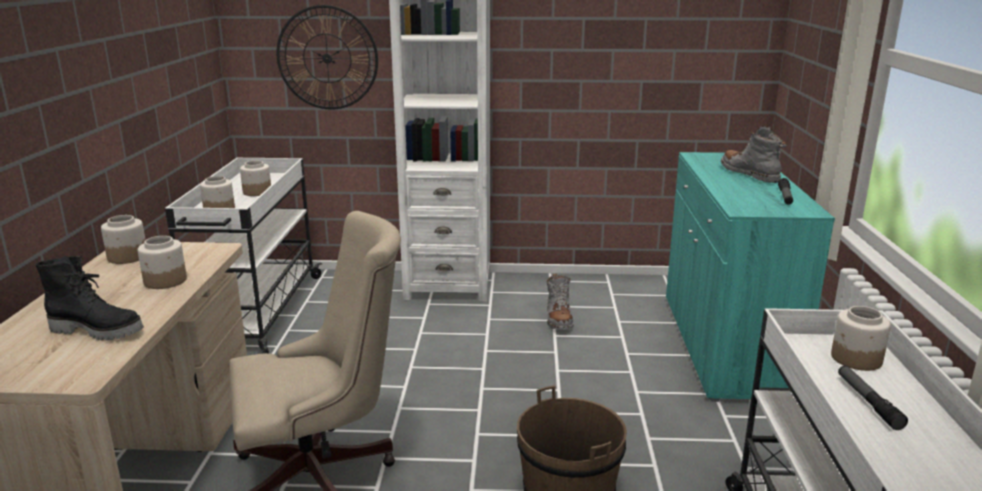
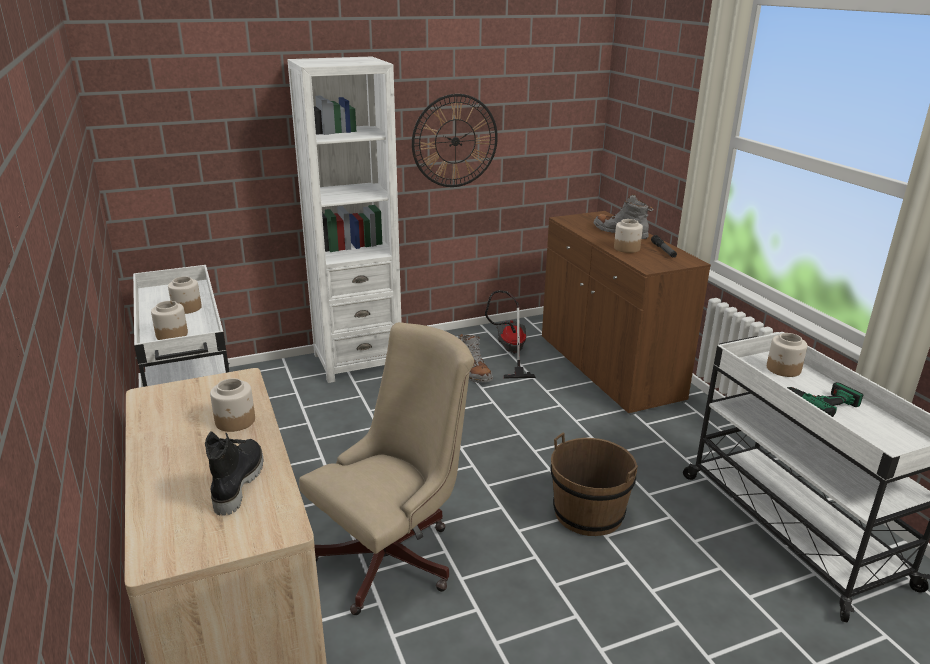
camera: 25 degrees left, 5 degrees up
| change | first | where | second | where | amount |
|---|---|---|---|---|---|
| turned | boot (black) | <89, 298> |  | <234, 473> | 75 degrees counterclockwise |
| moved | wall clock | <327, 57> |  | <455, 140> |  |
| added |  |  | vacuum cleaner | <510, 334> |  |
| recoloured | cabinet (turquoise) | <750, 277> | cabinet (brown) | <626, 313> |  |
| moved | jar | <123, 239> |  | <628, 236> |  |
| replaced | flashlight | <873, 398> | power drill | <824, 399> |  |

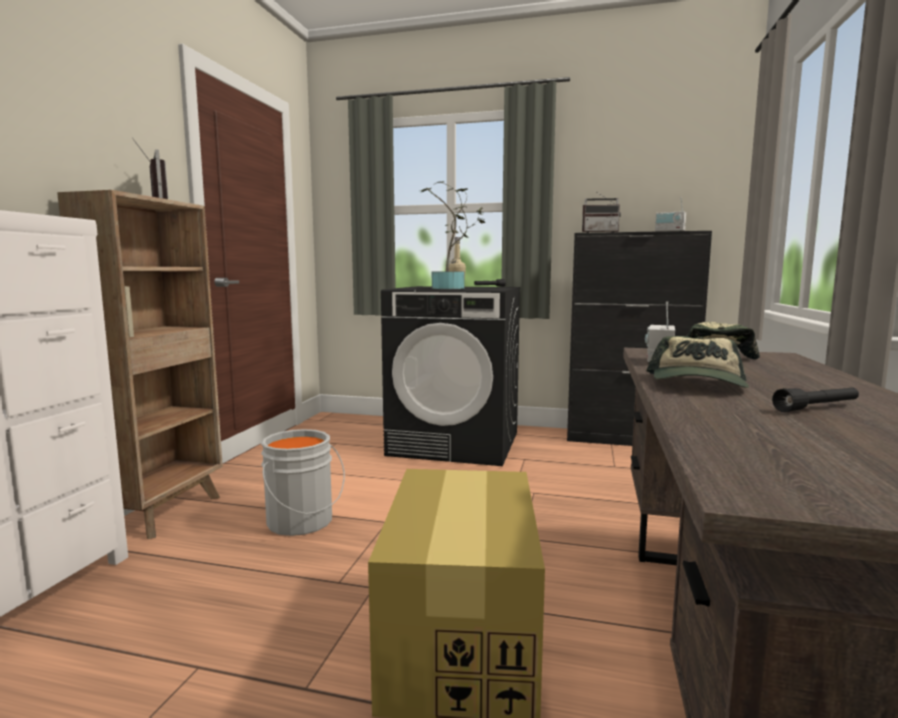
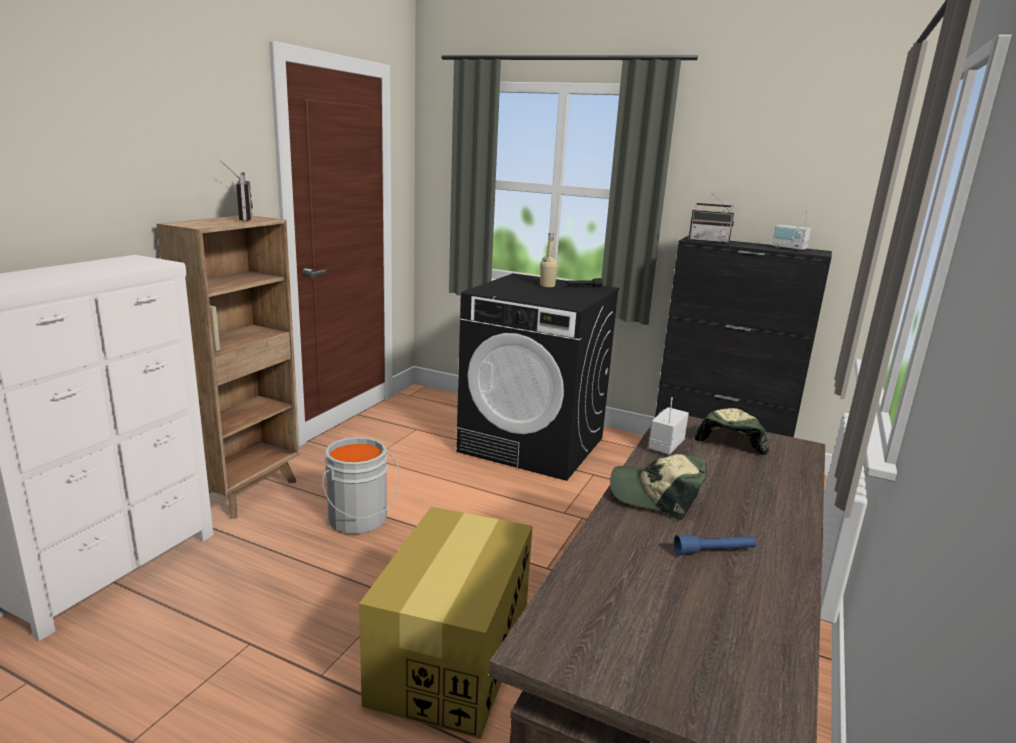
camera: 10 degrees right, 10 degrees up
| change | first | where | second | where | amount |
|---|---|---|---|---|---|
| turned | cap | <697, 362> |  | <658, 487> | 75 degrees clockwise |
| recoloured | flashlight (black) | <815, 400> | flashlight (blue) | <715, 545> |  |
| removed | potted plant | <452, 235> |  |  |  |

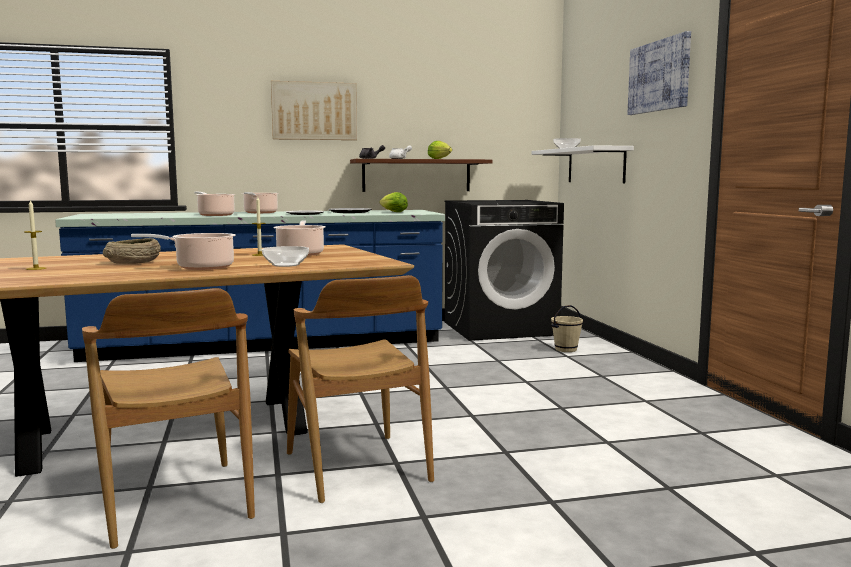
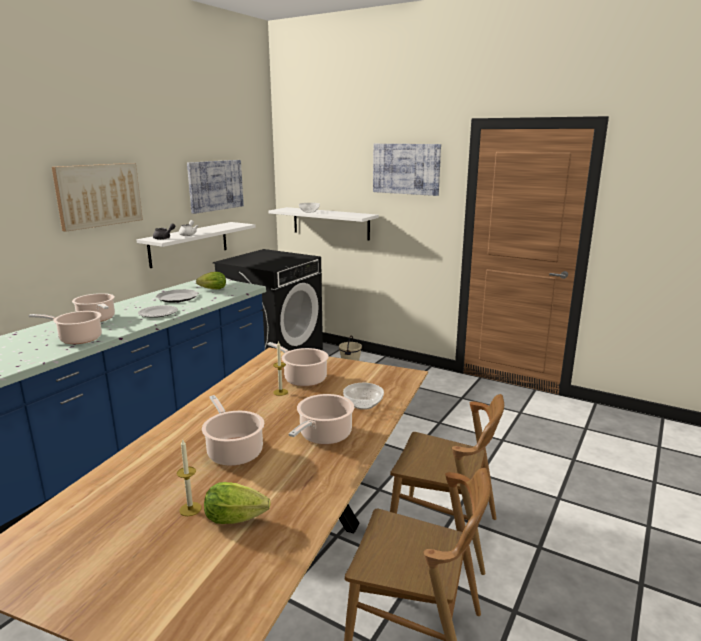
camera: 45 degrees left, 10 degrees up
| change | first | where | second | where | amount |
|---|---|---|---|---|---|
| recoloured | shelf (brown) | <421, 175> | shelf (white) | <196, 245> |  |
| added |  |  | picture | <215, 187> |  |
| replaced | bowl (beige) | <132, 251> | cooking pot | <233, 430> |  |
| moved | lettuce | <440, 150> |  | <237, 503> |  |

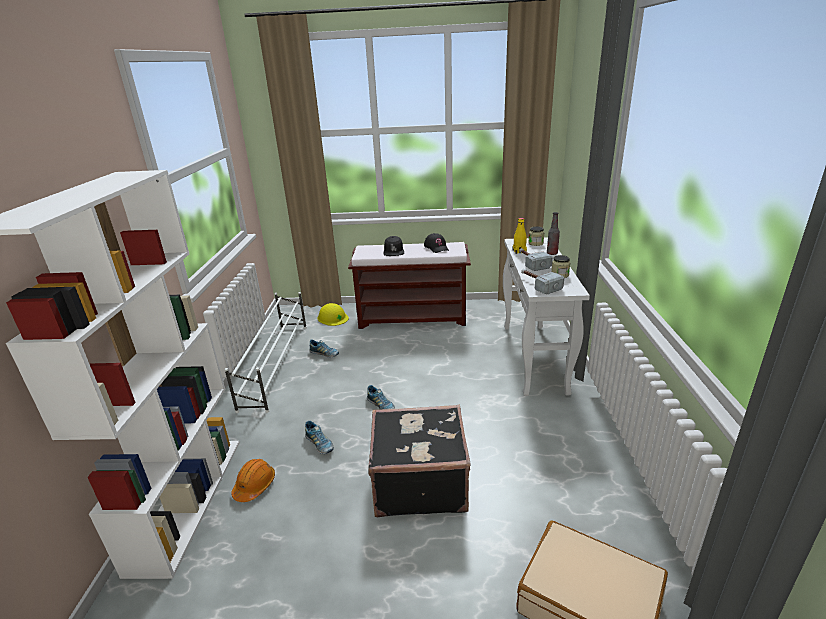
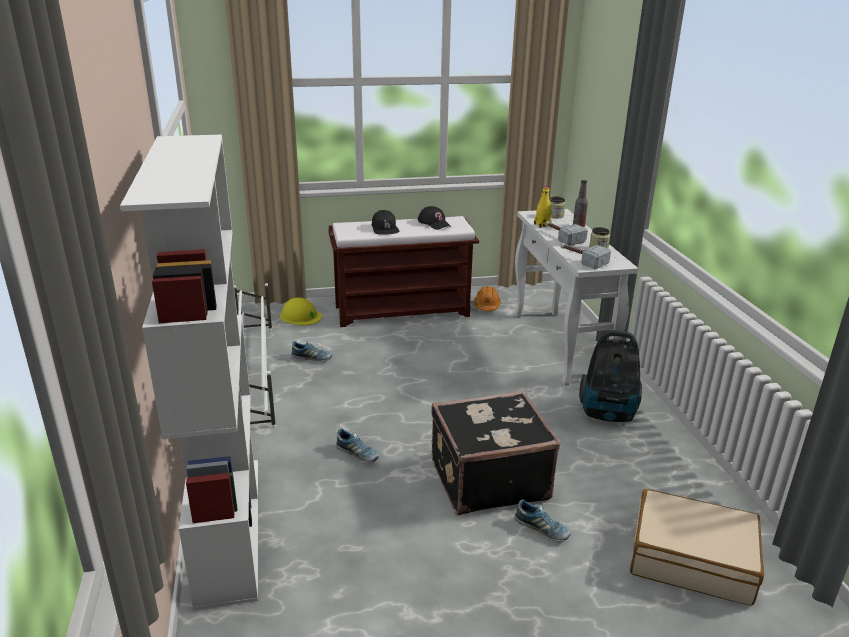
camera: 15 degrees left, 0 degrees up
| change | first | where | second | where | amount |
|---|---|---|---|---|---|
| moved | hard hat (orange) | <253, 480> |  | <487, 298> |  |
| moved | shoe | <381, 397> |  | <543, 520> |  |
| added |  |  | vacuum cleaner | <610, 376> |  |

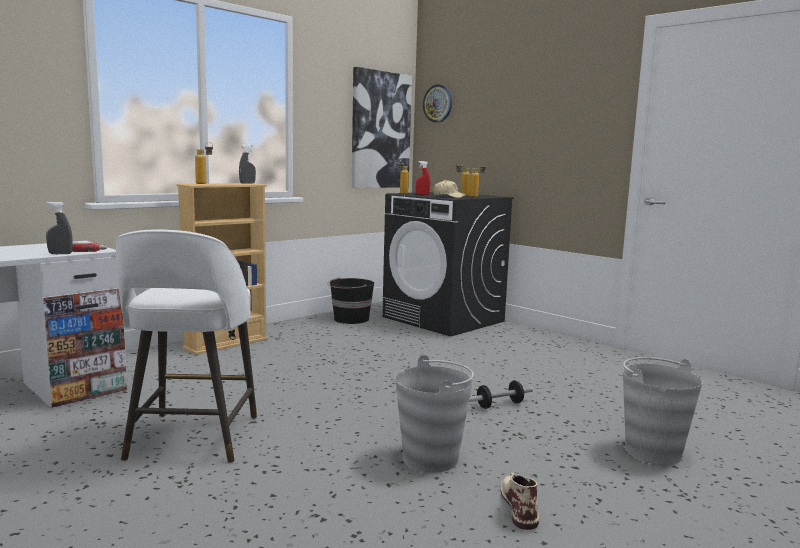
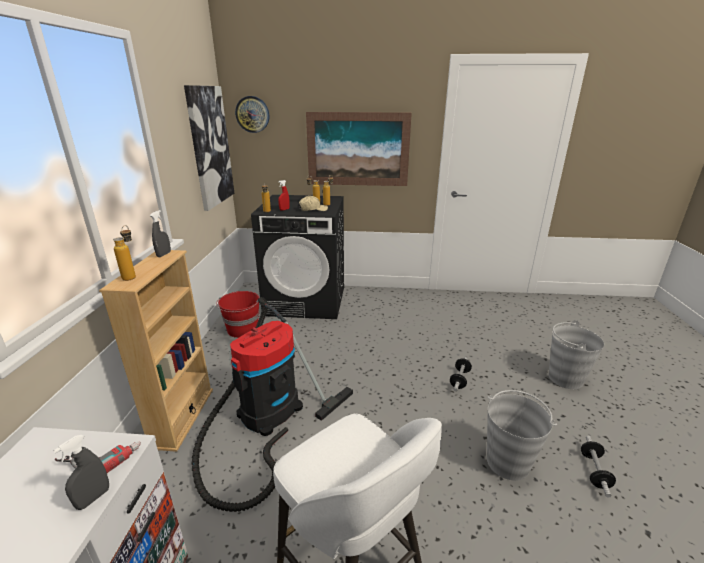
camera: 40 degrees left, 15 degrees up
| change | first | where | second | where | amount |
|---|---|---|---|---|---|
| added |  |  | vacuum cleaner | <272, 404> |  |
| recoloured | bucket (black) | <351, 300> | bucket (red) | <237, 314> |  |
| added |  |  | picture | <359, 149> |  |
| replaced | boot (beige) | <519, 501> | dumbbell | <598, 467> |  |

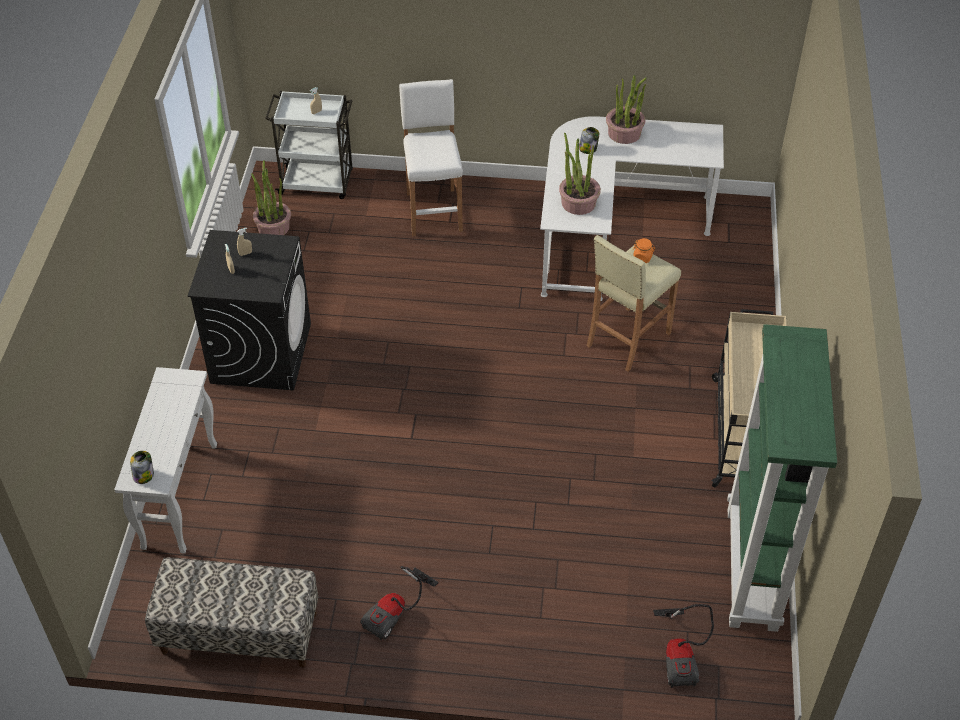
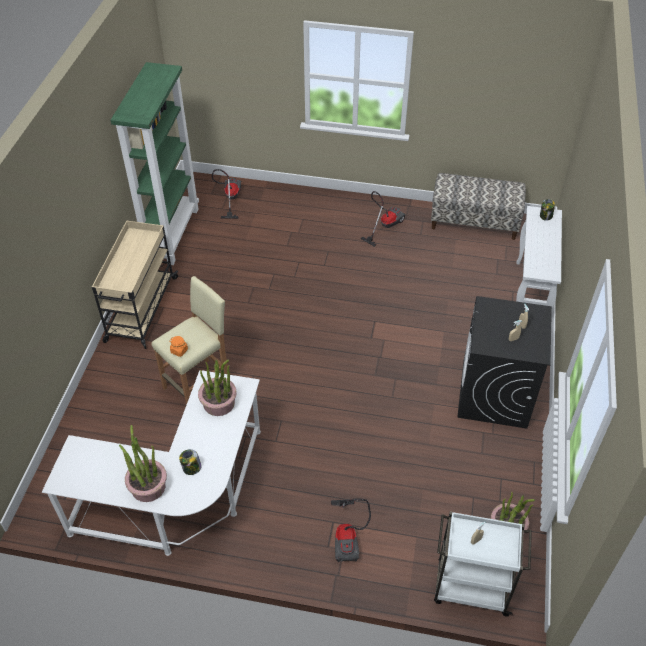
camera: 175 degrees left, 0 degrees up
| change | first | where | second | where | amount |
|---|---|---|---|---|---|
| replaced | stool (white) | <431, 157> | vacuum cleaner | <351, 530> |  |

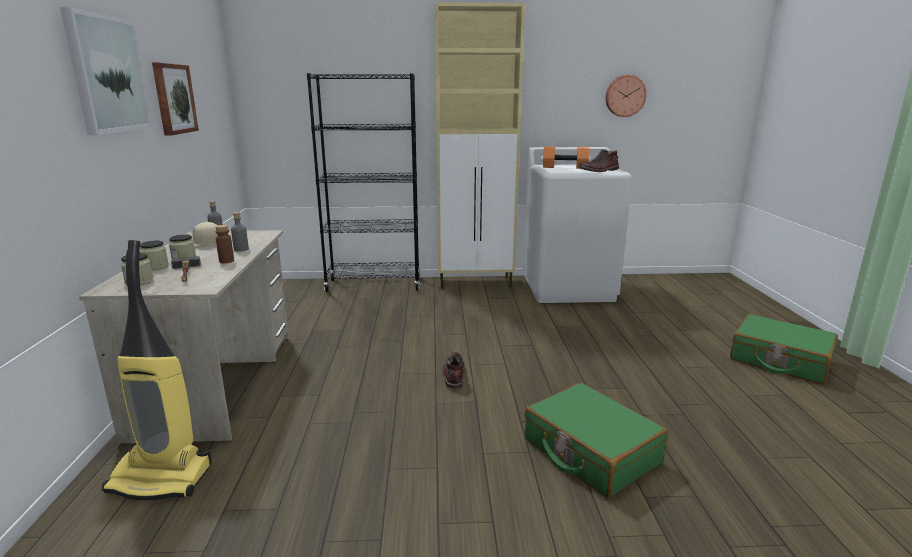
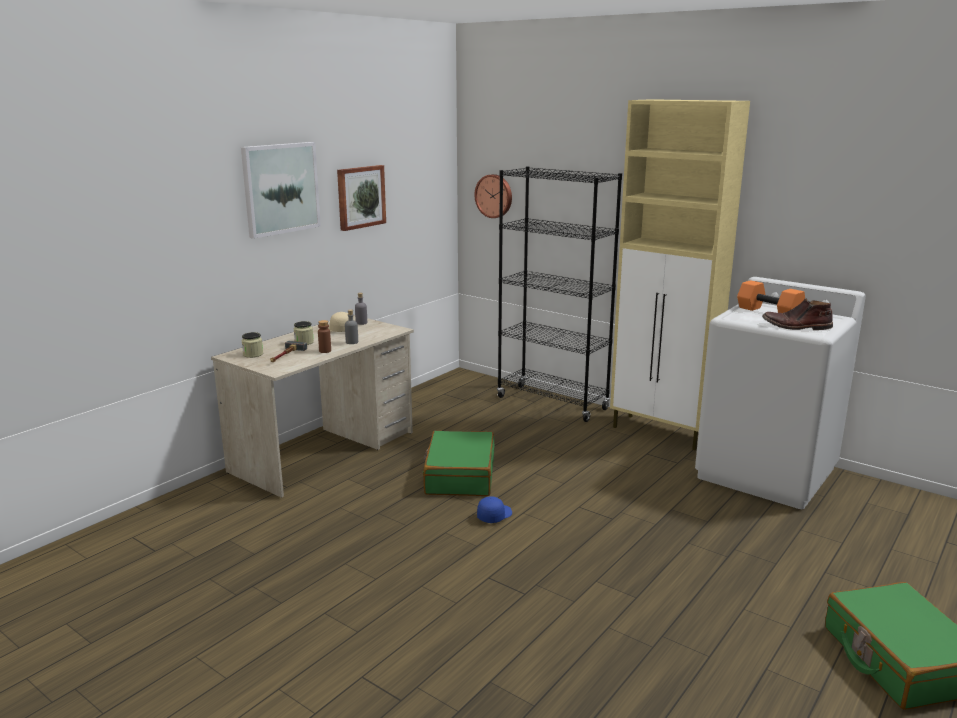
camera: 40 degrees right, 0 degrees up
| change | first | where | second | where | amount |
|---|---|---|---|---|---|
| moved | suitcase (green) | <596, 440> |  | <459, 463> |  |
| moved | wall clock | <626, 96> |  | <493, 196> |  |
| replaced | boot (brown) | <453, 370> | cap (blue) | <494, 509> |  |
| removed | vacuum cleaner | <157, 370> |  |  |  |
| removed | jar | <154, 255> |  |  |  |

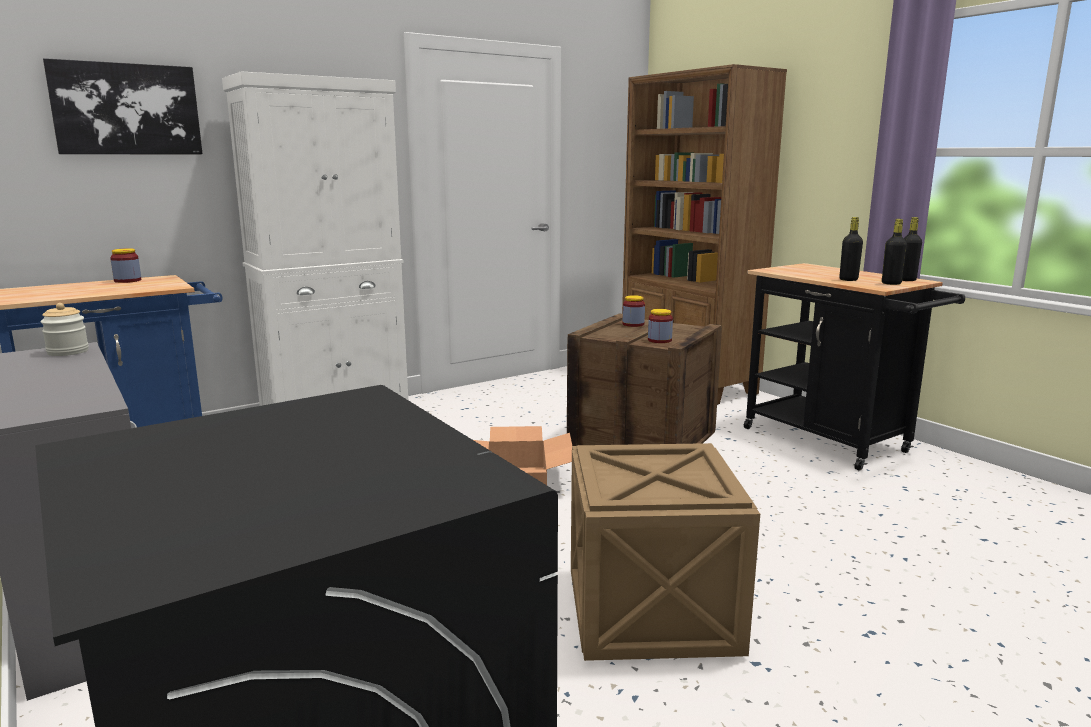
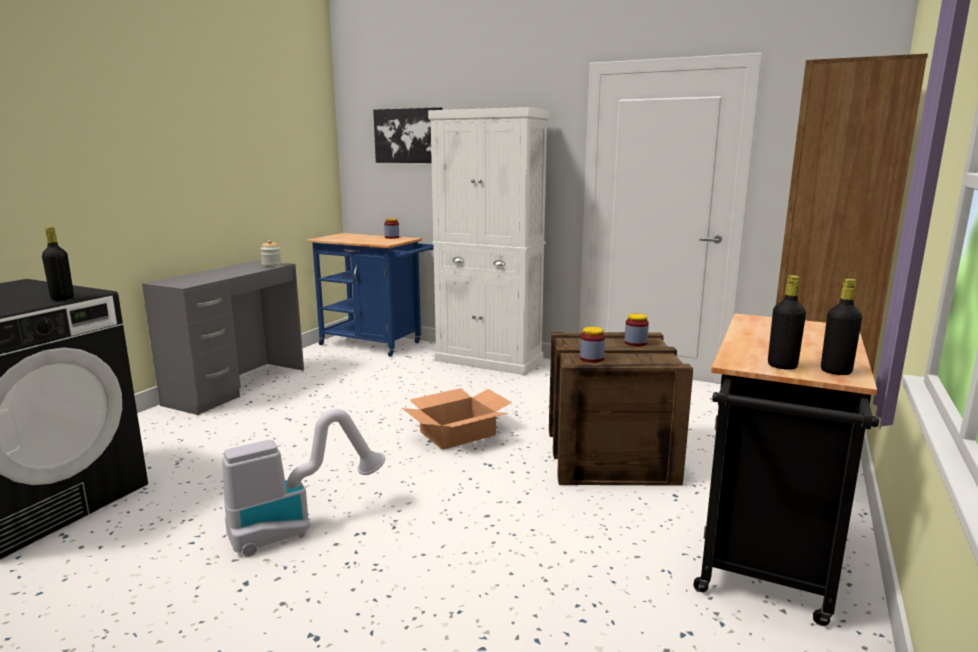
camera: 60 degrees right, 0 degrees up
| change | first | where | second | where | amount |
|---|---|---|---|---|---|
| moved | bottle (black) | <851, 249> |  | <58, 263> |  |
| replaced | crate | <665, 552> | vacuum cleaner | <303, 483> |  |

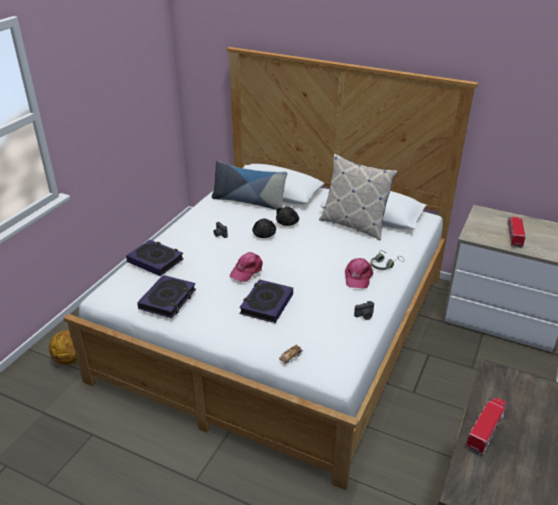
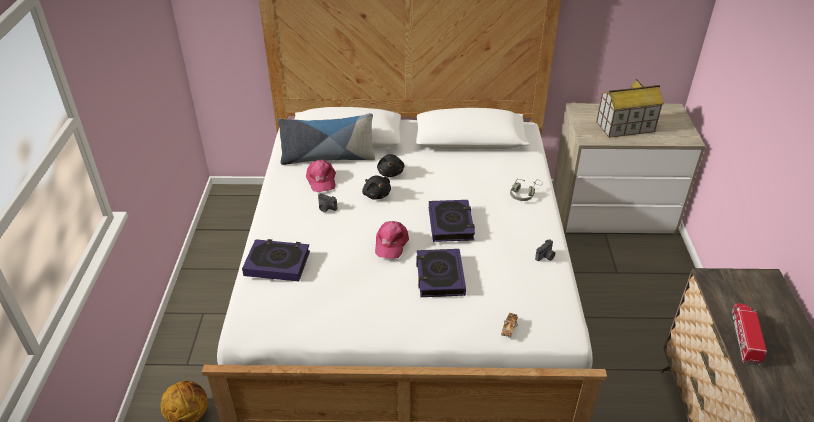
camera: 25 degrees left, 5 degrees up
| change | first | where | second | where | amount |
|---|---|---|---|---|---|
| moved | cap (pink) | <359, 273> |  | <321, 176> |  |
| moved | book | <166, 296> |  | <452, 221> |  |
| replaced | toy truck | <517, 232> | toy house | <630, 108> |  |
| removed | pillow | <358, 197> |  |  |  |

